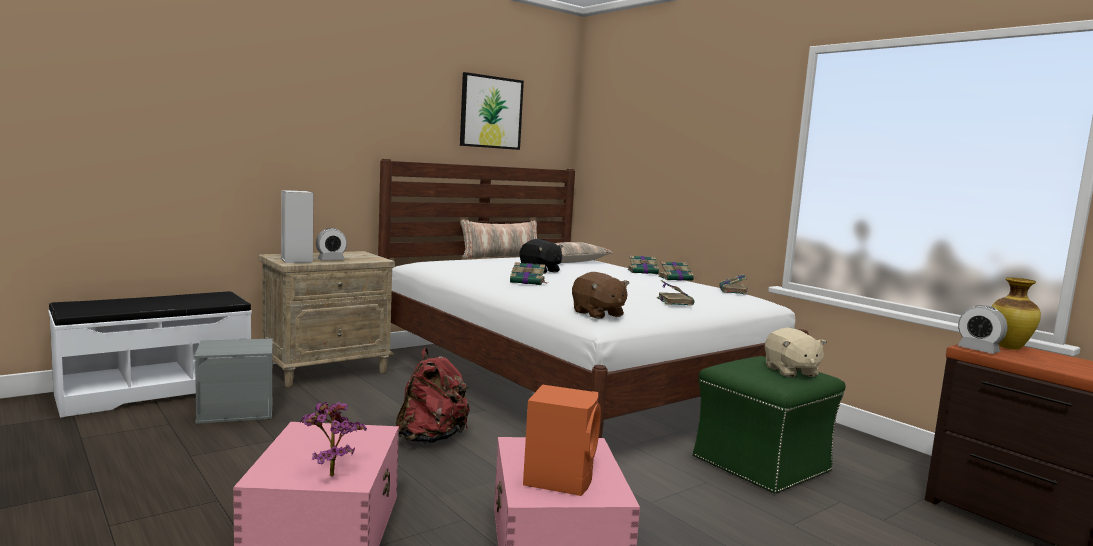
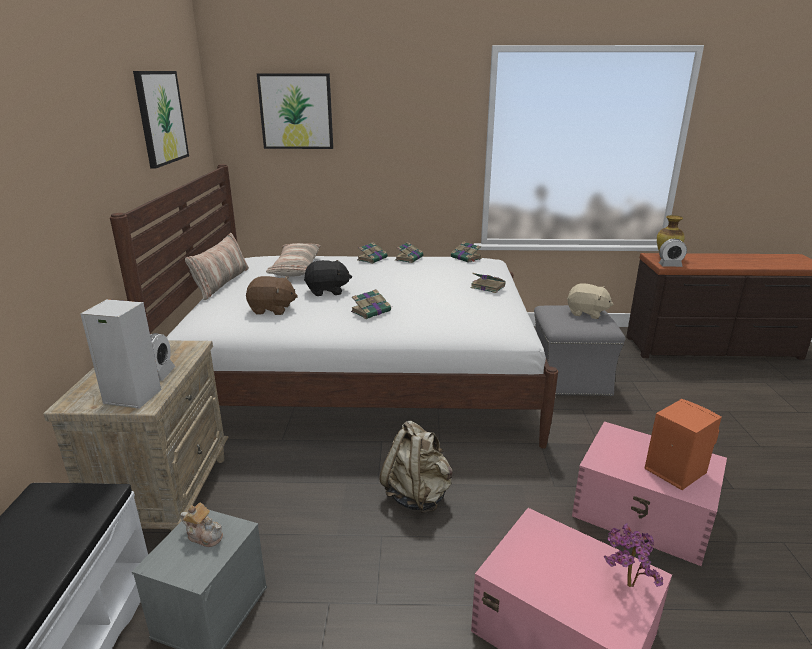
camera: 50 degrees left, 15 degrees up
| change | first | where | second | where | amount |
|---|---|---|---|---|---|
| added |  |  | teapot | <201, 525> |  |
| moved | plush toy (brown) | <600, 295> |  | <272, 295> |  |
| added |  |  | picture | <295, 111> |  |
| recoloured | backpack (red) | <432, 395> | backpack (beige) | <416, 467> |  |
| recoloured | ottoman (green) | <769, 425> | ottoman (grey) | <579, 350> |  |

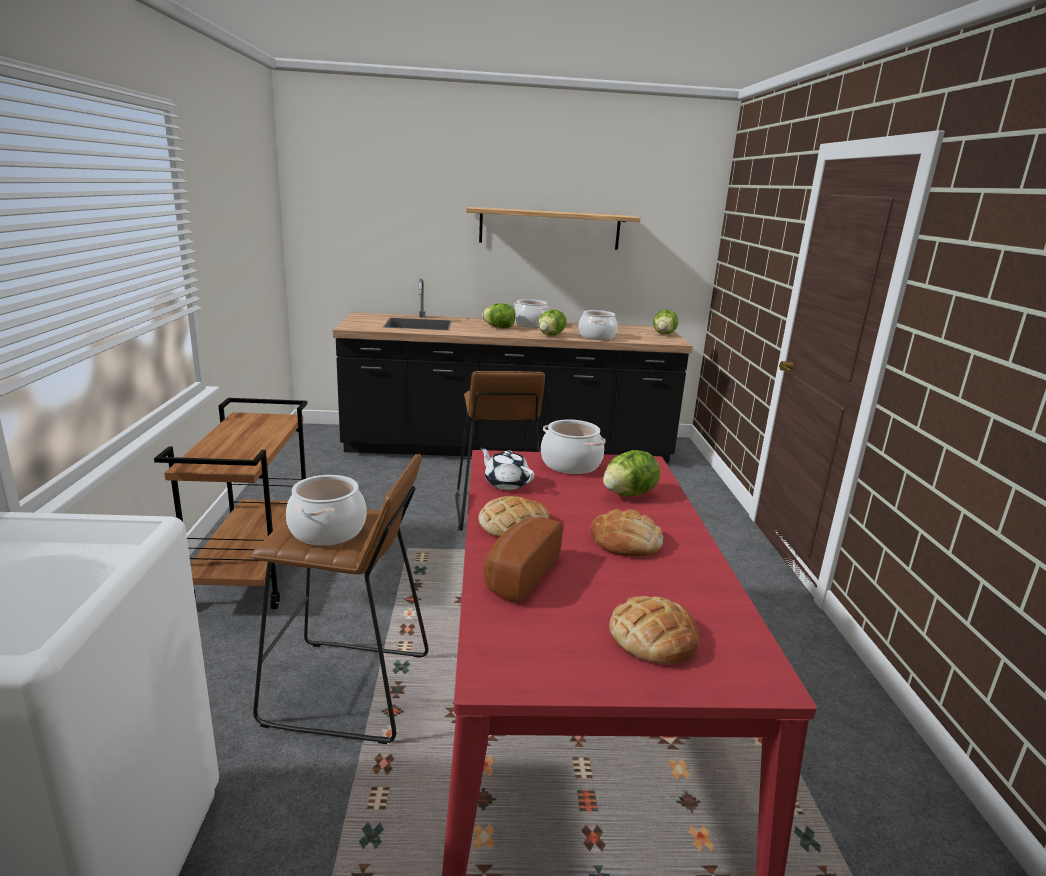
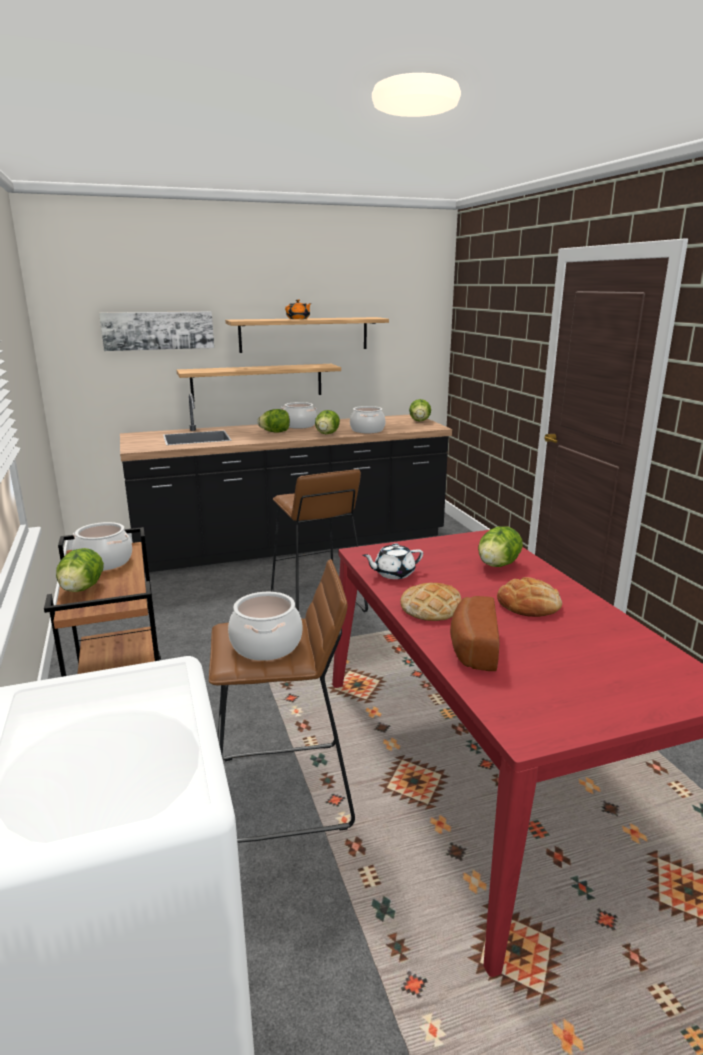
camera: 15 degrees left, 0 degrees up
| change | first | where | second | where | amount |
|---|---|---|---|---|---|
| added |  |  | lettuce | <80, 570> |  |
| moved | cooking pot | <573, 446> |  | <102, 546> |  |
| added |  |  | picture | <156, 331> |  |
| added |  |  | shelf | <259, 383> |  |
| added |  |  | teapot (orange) | <298, 309> |  |
| turned | teapot (white) | <507, 468> |  | <392, 561> | 45 degrees counterclockwise |
| removed | bread | <654, 630> |  |  |  |

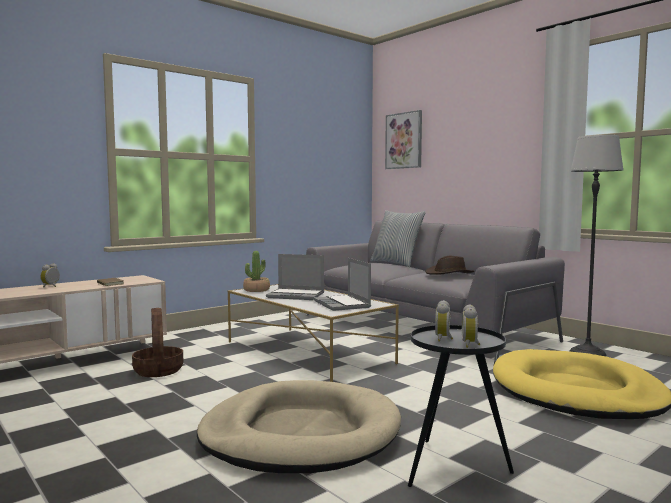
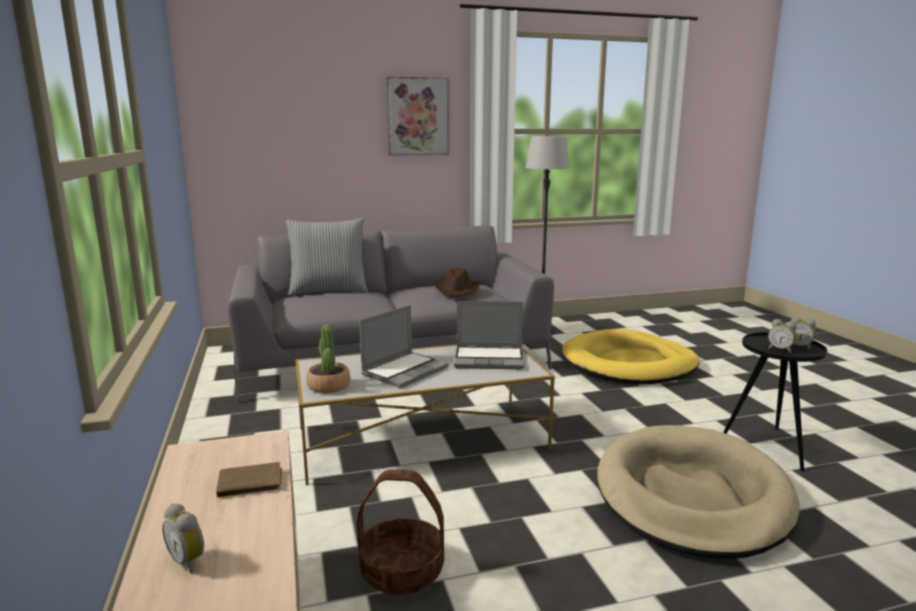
camera: 65 degrees left, 10 degrees up
| change | first | where | second | where | amount |
|---|---|---|---|---|---|
| moved | picture | <403, 139> |  | <418, 116> |  |

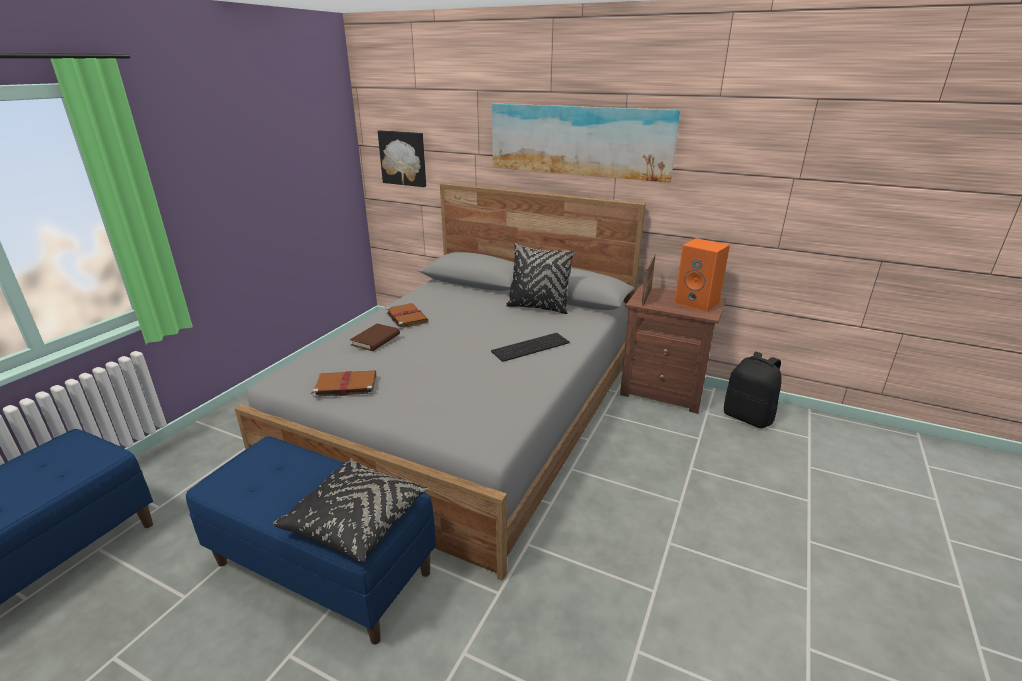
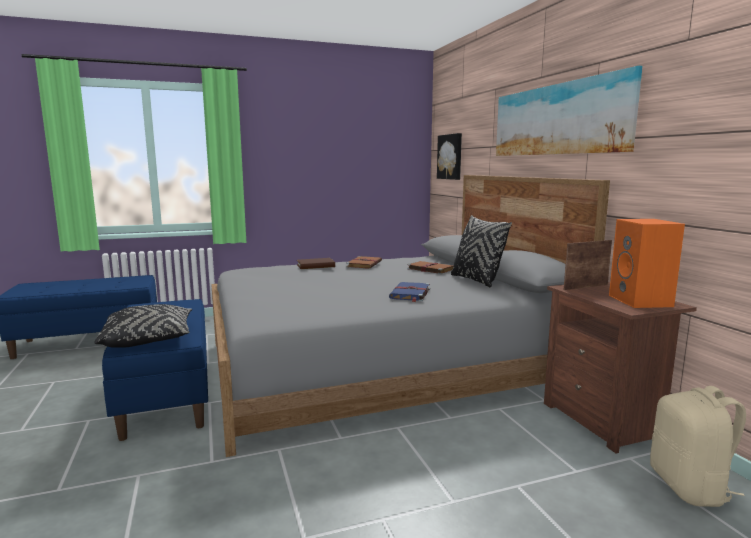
camera: 45 degrees right, 15 degrees down
| change | first | where | second | where | amount |
|---|---|---|---|---|---|
| replaced | keyboard | <530, 347> | book (blue) | <409, 292> |  |
| moved | book (brown) | <343, 384> |  | <430, 267> |  |
| recoloured | backpack (black) | <753, 390> | backpack (beige) | <698, 446> |  |

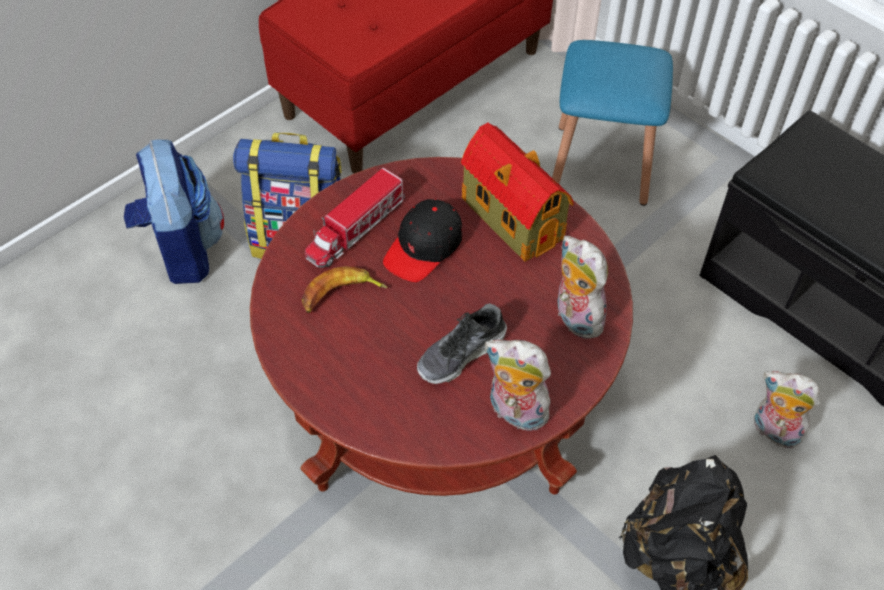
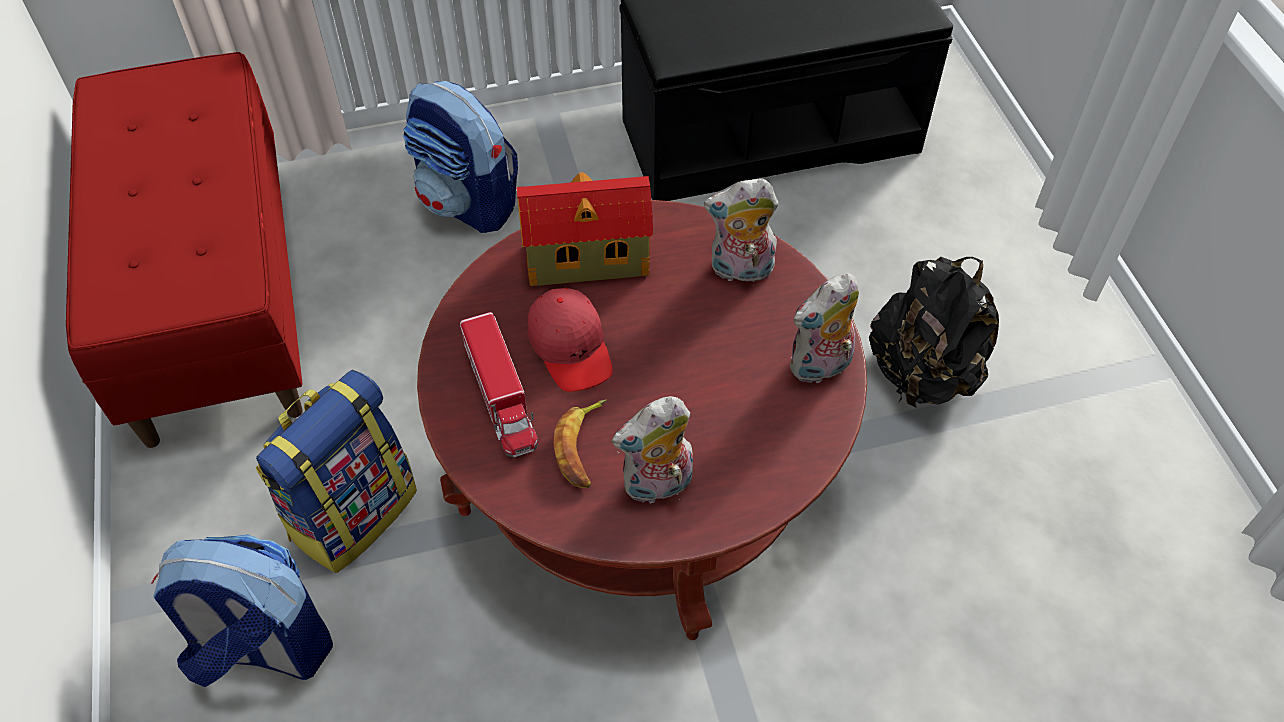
camera: 60 degrees left, 0 degrees up
| change | first | where | second | where | amount |
|---|---|---|---|---|---|
| replaced | stool (blue) | <612, 123> | backpack | <460, 157> |  |
| recoloured | cap (black) | <422, 240> | cap (red) | <570, 340> |  |
| moved | plush toy | <787, 409> |  | <652, 449> |  |
| removed | shoe | <462, 343> |  |  |  |

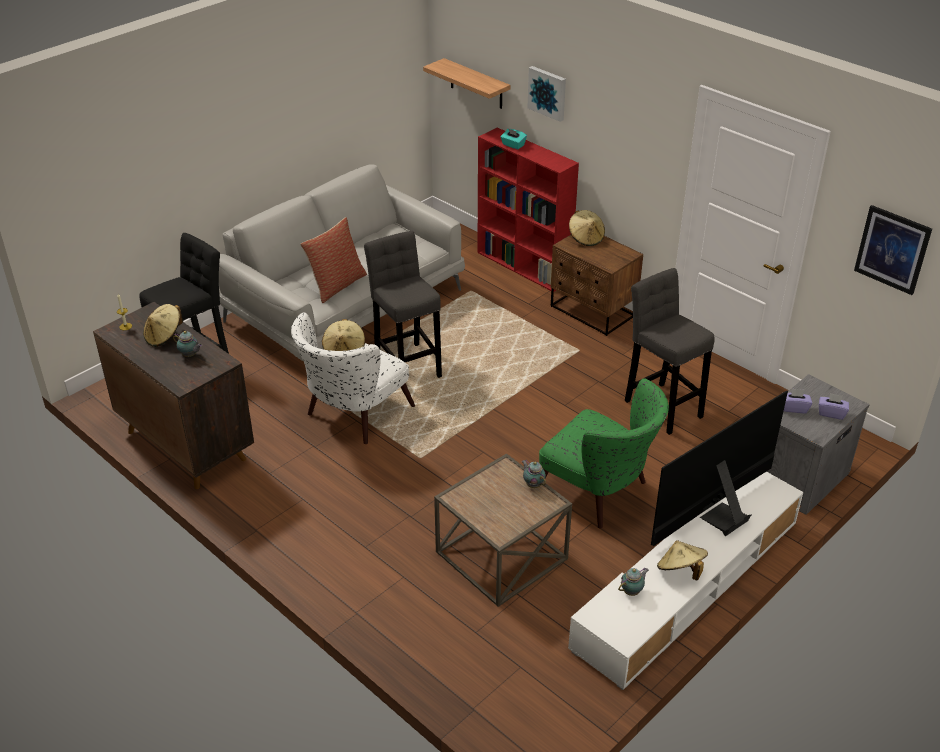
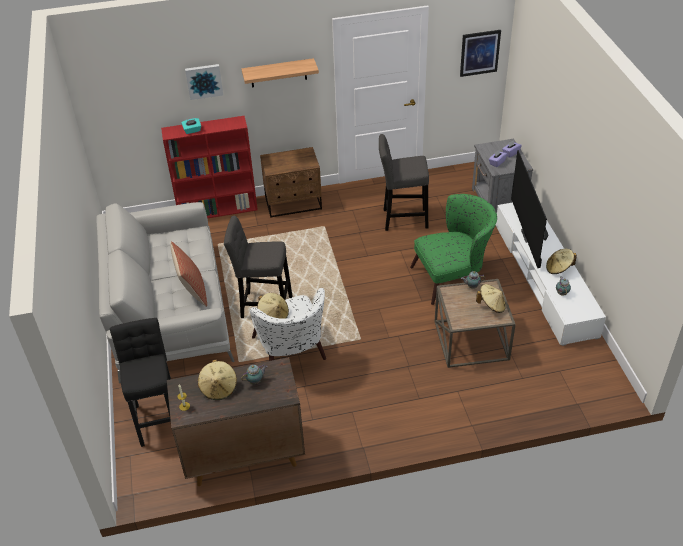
camera: 55 degrees left, 5 degrees up
| change | first | where | second | where | amount |
|---|---|---|---|---|---|
| moved | shelf | <466, 83> |  | <280, 72> |  |
| moved | hat (beige) | <587, 228> |  | <491, 298> |  |

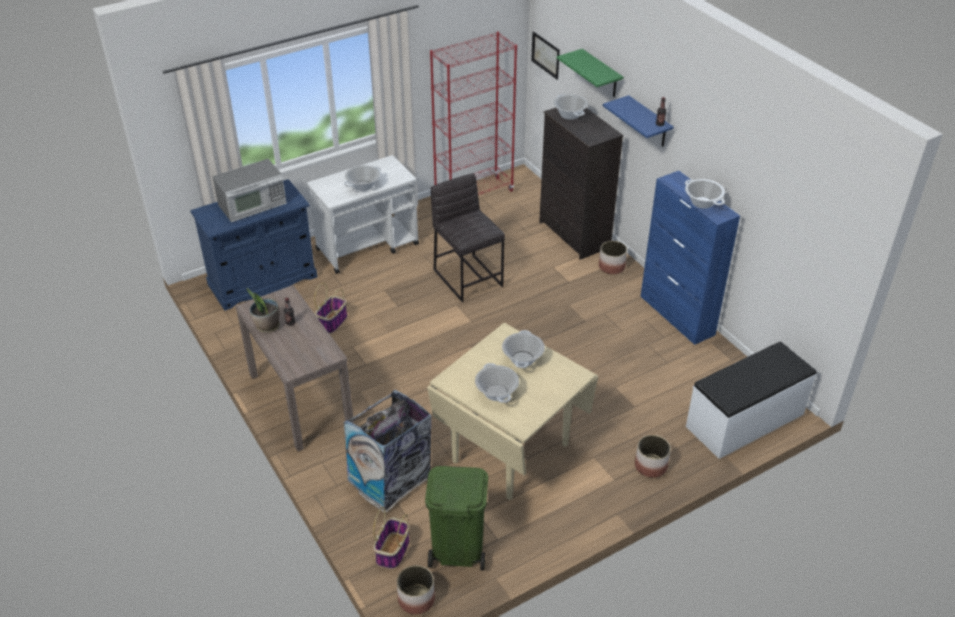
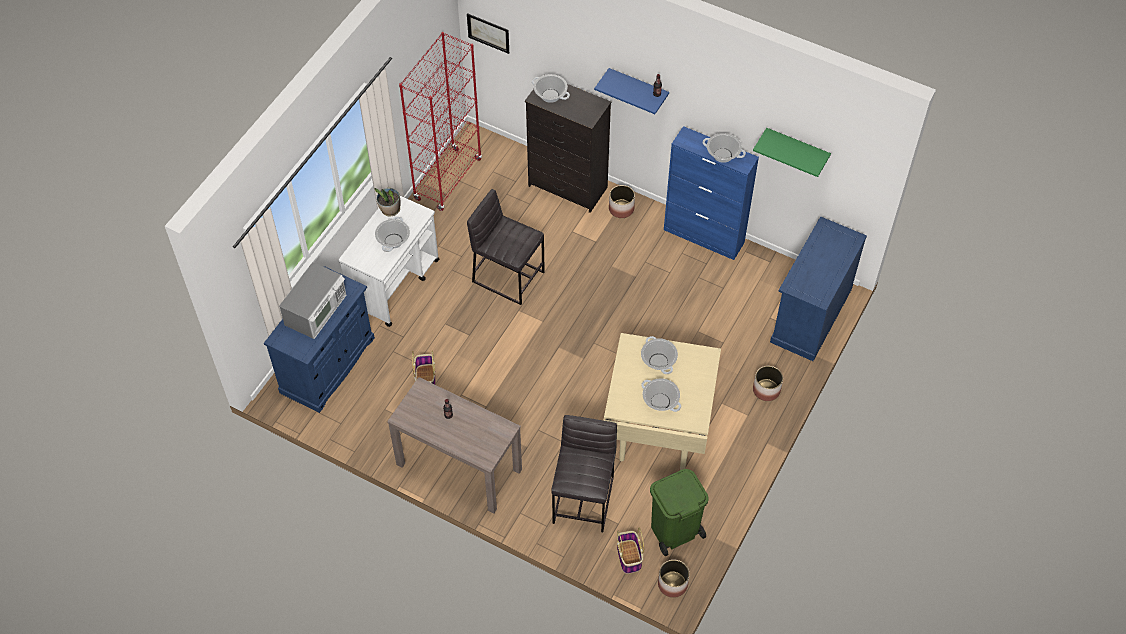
camera: 30 degrees left, 15 degrees up
| change | first | where | second | where | amount |
|---|---|---|---|---|---|
| moved | potted plant | <263, 310> |  | <387, 202> |  |
| replaced | trash can | <387, 451> | stool (grey) | <584, 473> |  |
| moved | shelf (green) | <590, 73> |  | <792, 152> |  |
| replaced | bench (white) | <751, 400> | cabinet (blue) | <818, 288> |  |

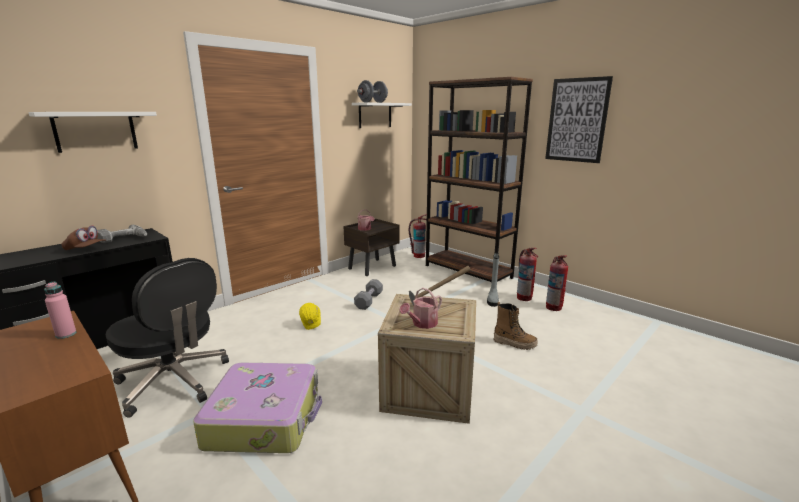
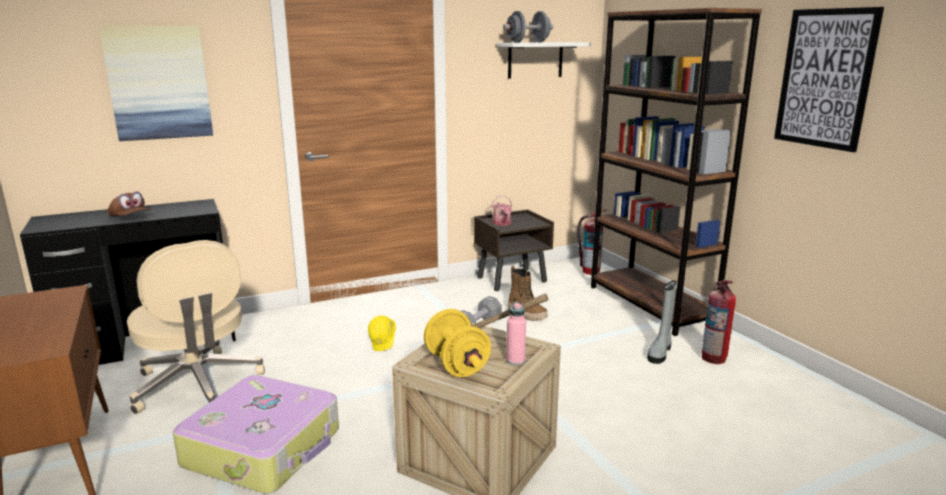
camera: 20 degrees right, 0 degrees up
| change | first | where | second | where | amount |
|---|---|---|---|---|---|
| replaced | shelf (white) | <92, 132> | picture | <156, 83> |  |
| recoloured | office chair (black) | <167, 338> | office chair (beige) | <196, 327> |  |
| replaced | watering can | <420, 308> | dumbbell (yellow) | <457, 343> |  |
| moved | bottle (pink) | <60, 310> |  | <516, 334> |  |
| moved | boot | <515, 326> |  | <528, 293> |  |
| removed | power drill | <122, 234> |  |  |  |
| removed | fire extinguisher | <557, 283> |  |  |  |

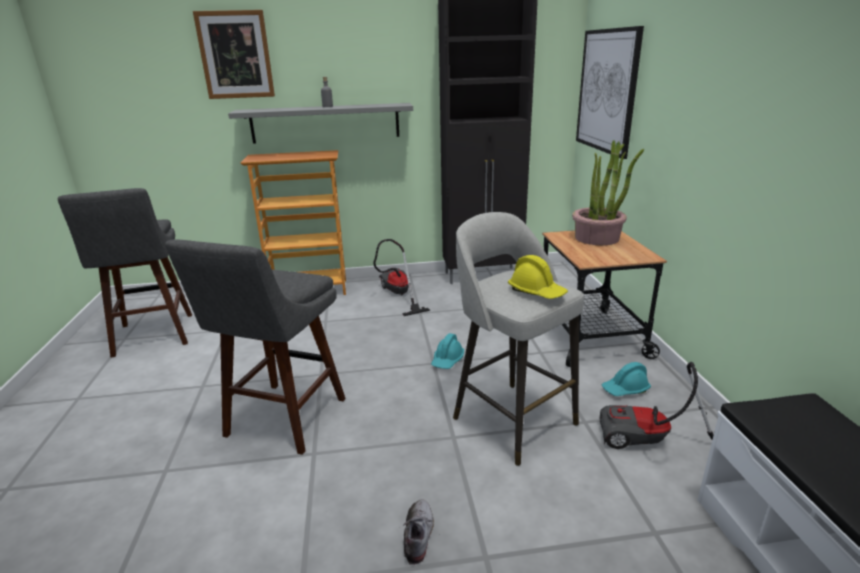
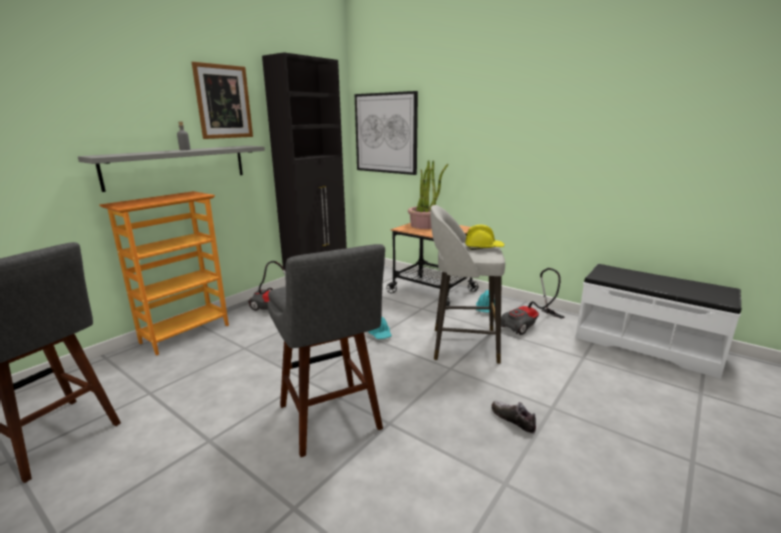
camera: 45 degrees left, 5 degrees down
| change | first | where | second | where | amount |
|---|---|---|---|---|---|
| moved | picture | <234, 54> |  | <222, 100> |  |

